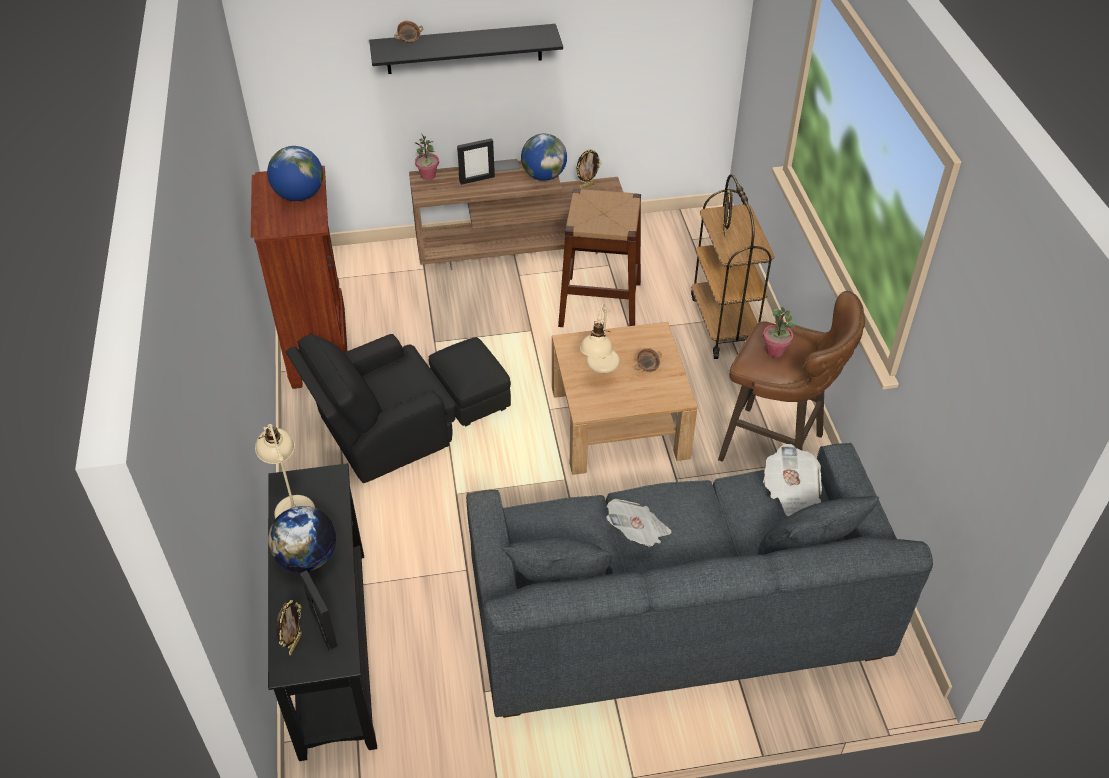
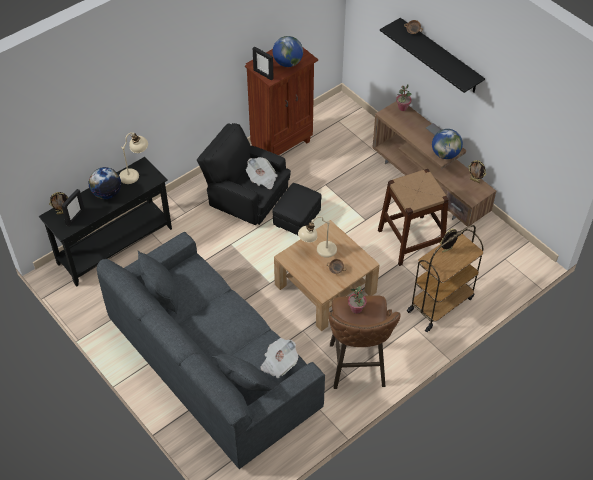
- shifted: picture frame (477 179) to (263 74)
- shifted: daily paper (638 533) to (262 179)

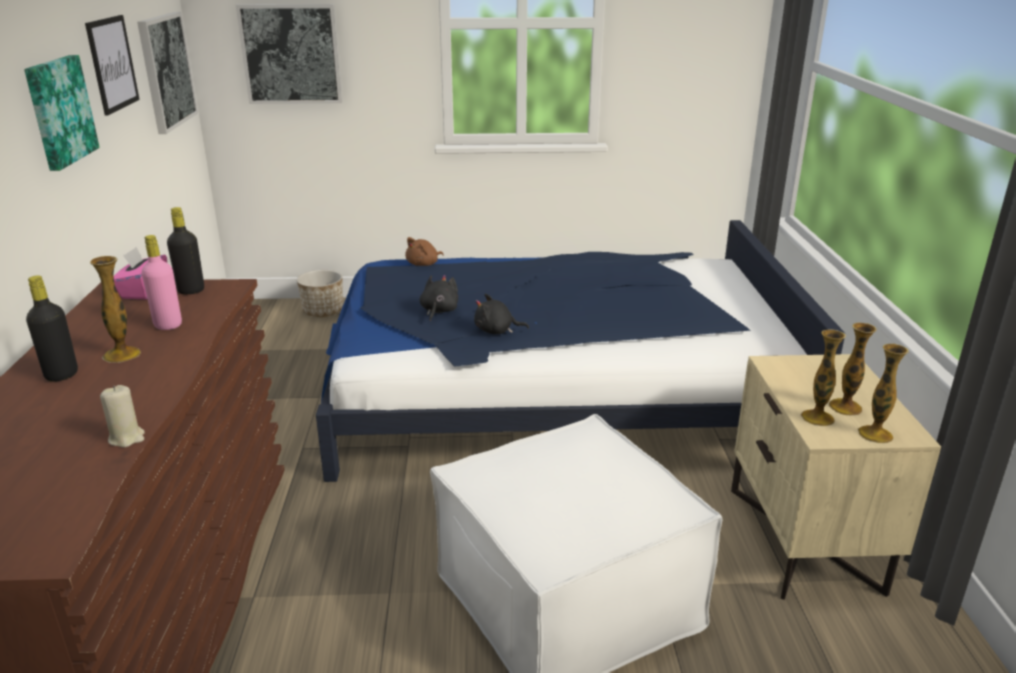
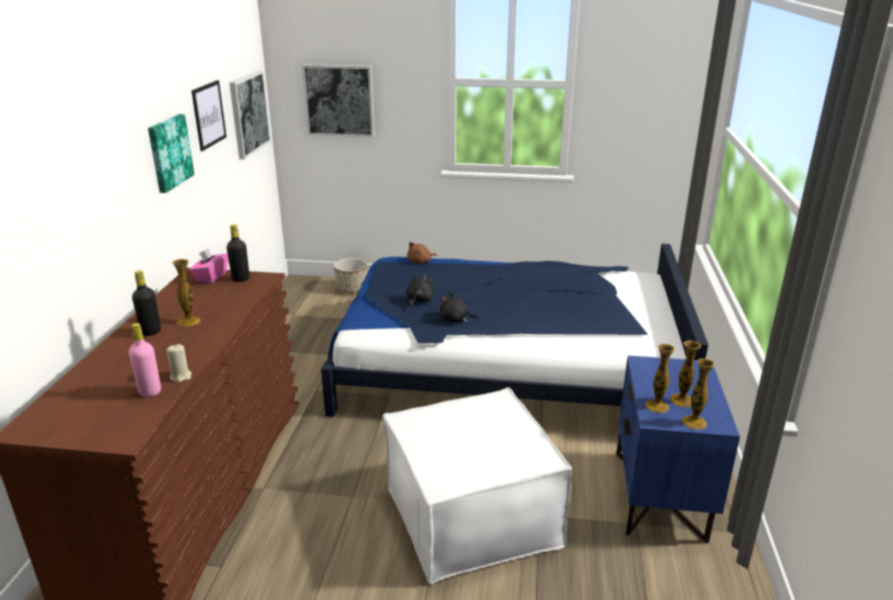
- shifted: pink-coloured drink bottle (168 325) to (150 392)
- repainted: sand-coloured night table (806 539) to bluish night table (660 495)

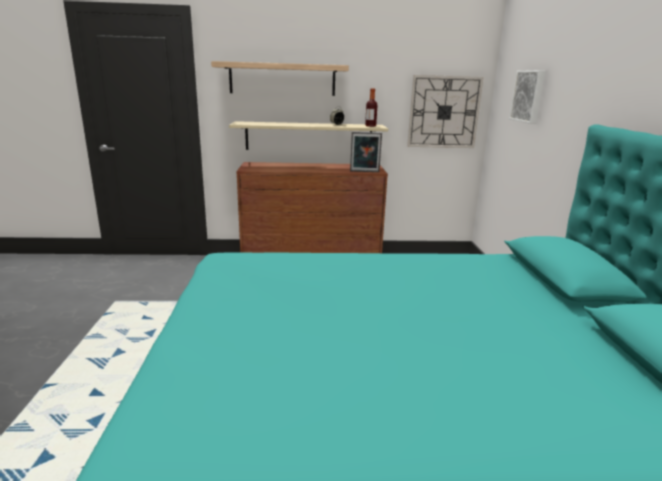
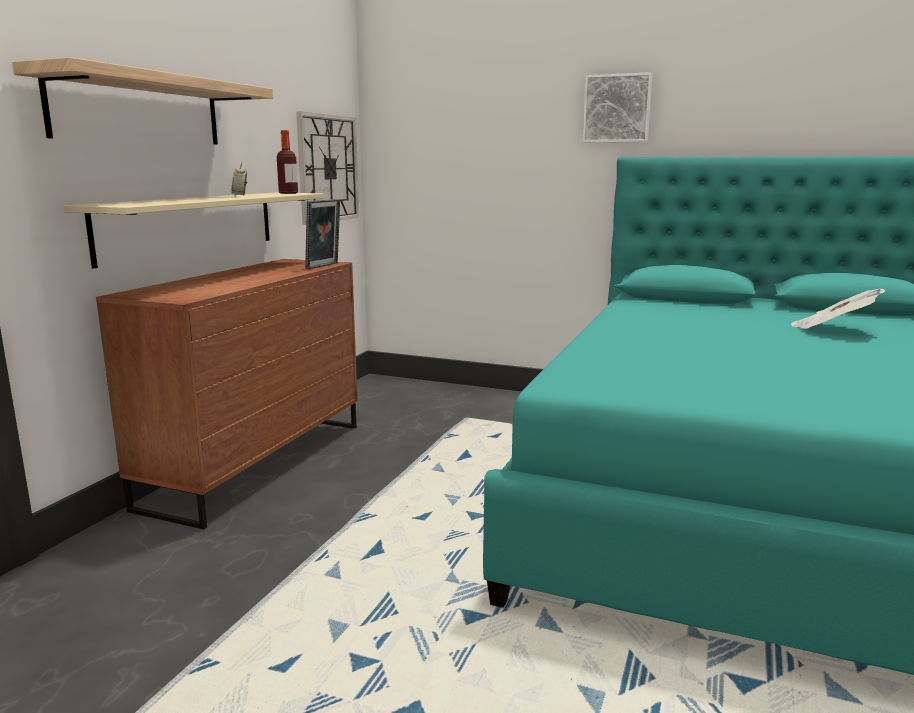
- shifted: wall art (528 96) to (617 108)
- new: daily paper (832 330)

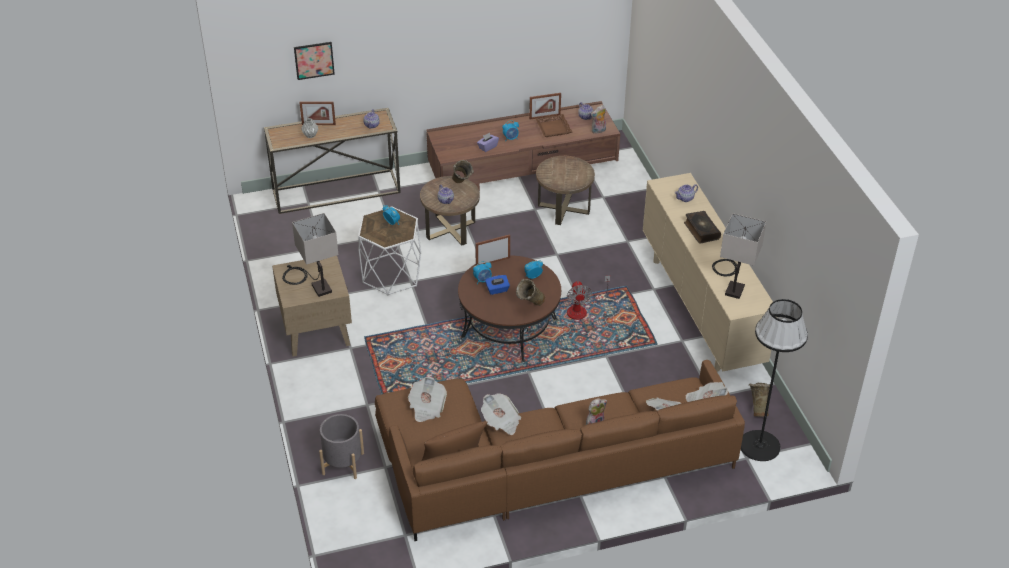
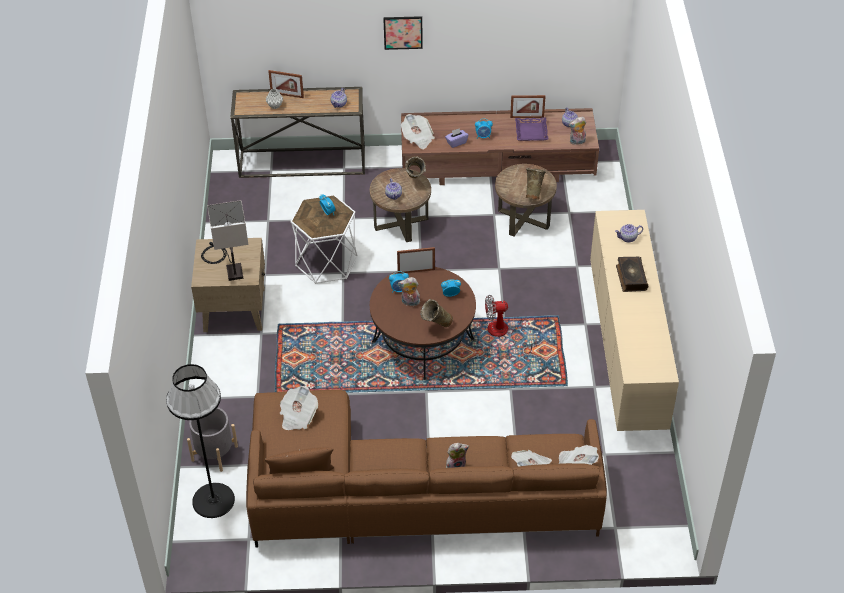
- shifted: wall art (314 60) to (403 32)
- shifted: daily paper (501 421) to (417 138)
- swapped: bluish box of tissues (497 290) to plush toy (410 303)
- repainted: brown-coloured tray (553 128) to purple-coloured tray (531 132)
- rotated: electric fan (582 309) = (503 333) 75 degrees clockwise
- gone: lamp for a table (731 280)
- shifted: black-coloured floor lamp (759 446) to (213 500)
- shifted: sand-coloured vase (758 410) to (533 194)

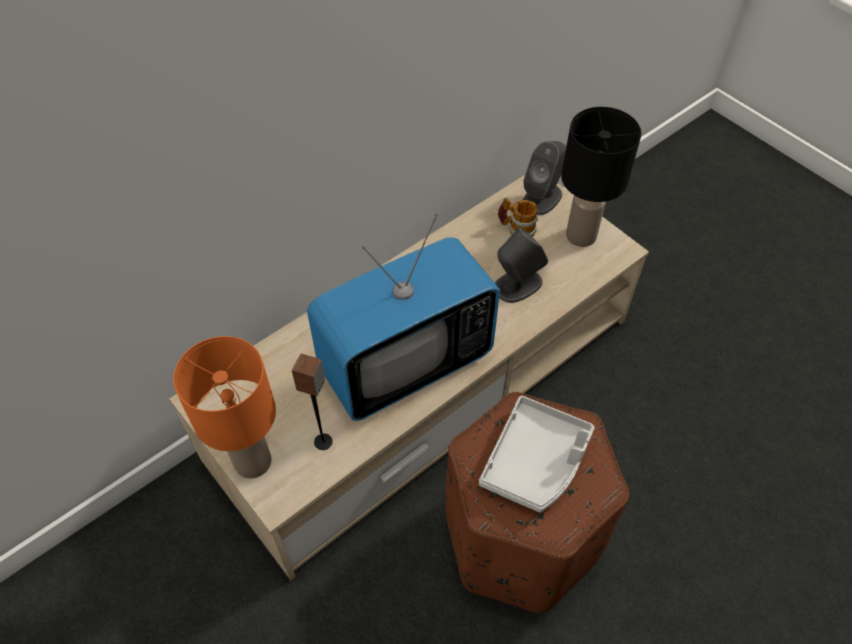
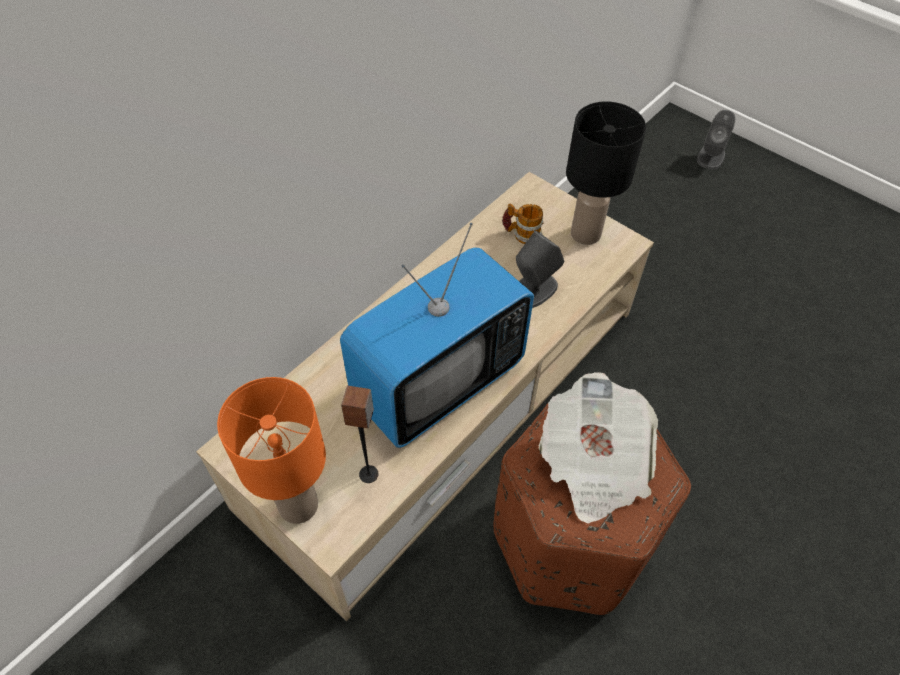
- swapped: greyish tray (536 461) to daily paper (593 464)
- shifted: greyish audio speaker (542 198) to (711 157)

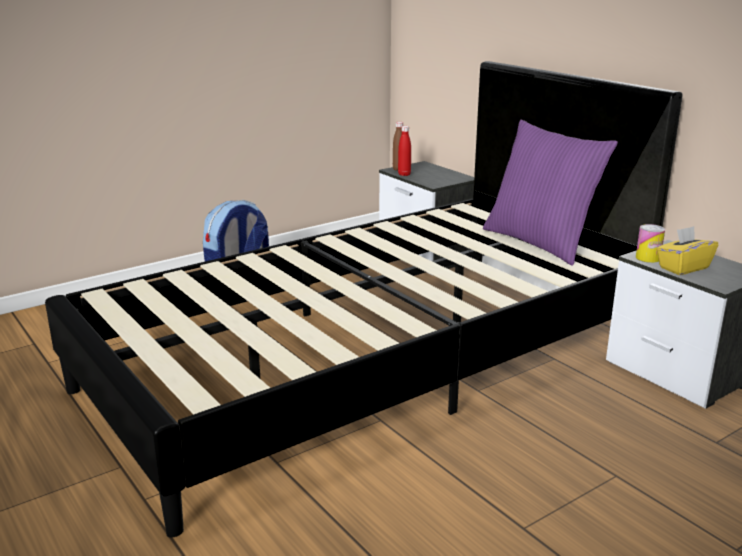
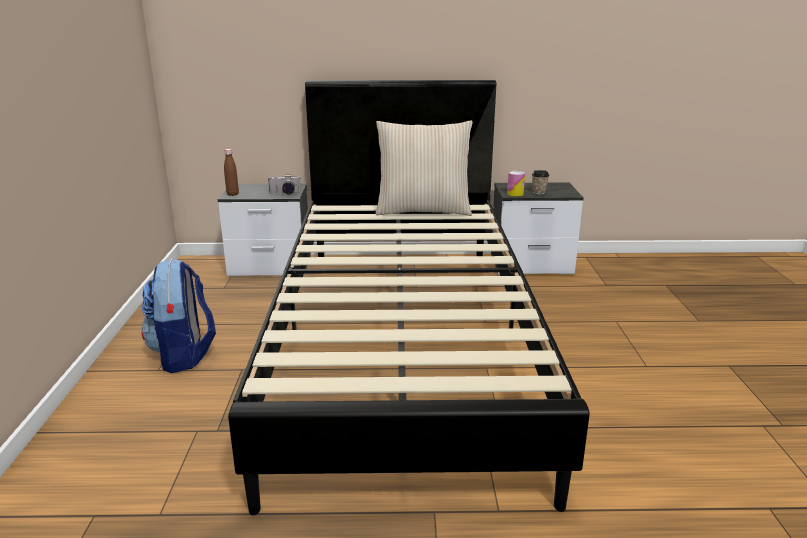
- gone: red drink bottle (404 174)
- repainted: purple-coloured throw pillow (540 243) to sand-coloured throw pillow (423 211)
- swapped: yellow box of tissues (683 267) to cup (539 192)
- new: still camera (285 193)

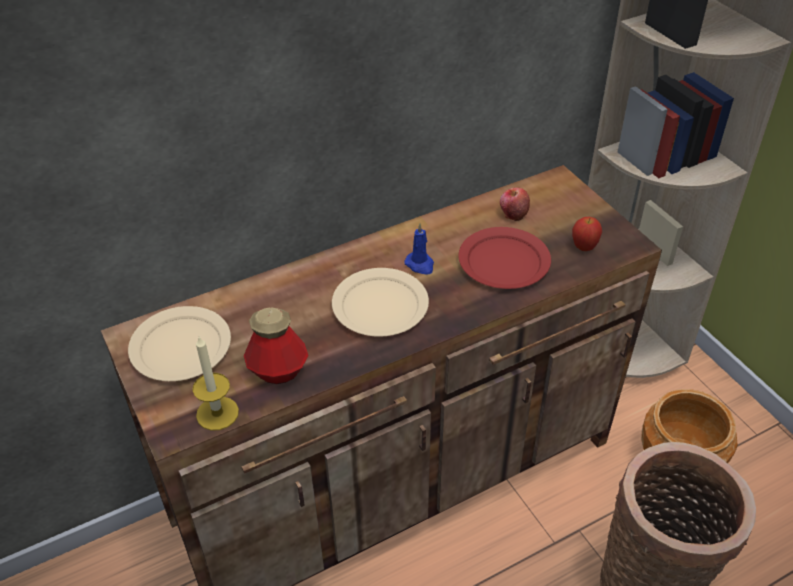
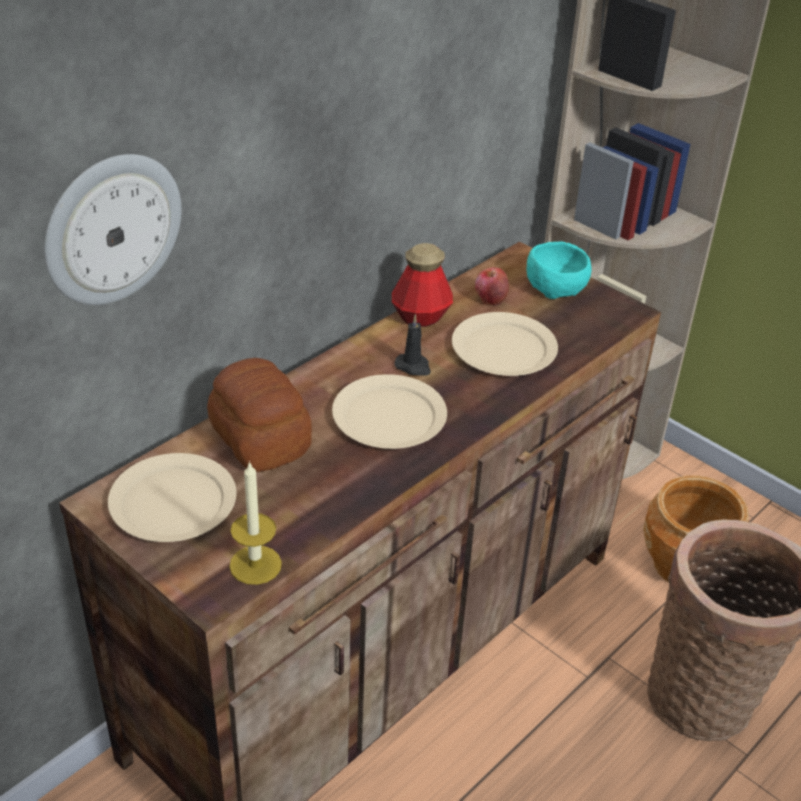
- shifted: drink bottle (278 371) to (421 317)
- repainted: bluish wax light (420 265) to black-coloured wax light (413 366)
- repainted: red dinner plate (503 261) to sand-coloured dinner plate (503 348)
- gone: whole apple (584 247)
- new: clock on the wall (111 229)
- new: baked bread (261 437)
- new: turquoise serving bowl (556 285)

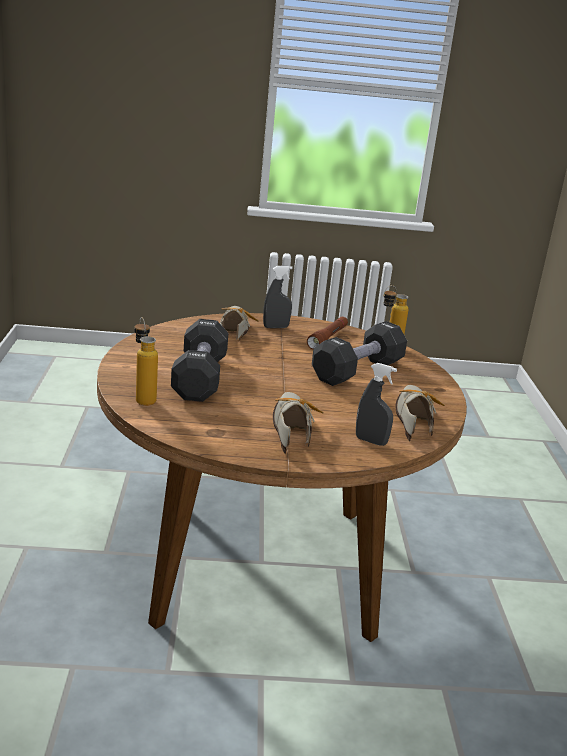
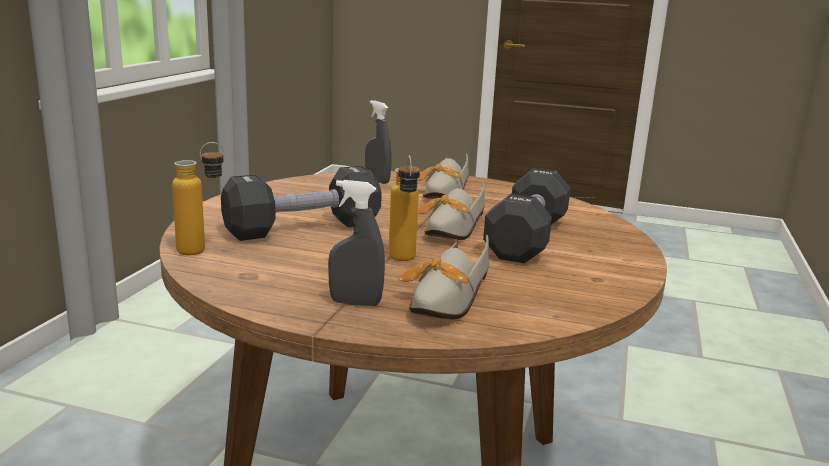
- shifted: drink bottle (143 398) to (403 261)
- gone: brown-coloured hand torch (328 338)
- shifted: item of footwear (414 418) to (452 229)

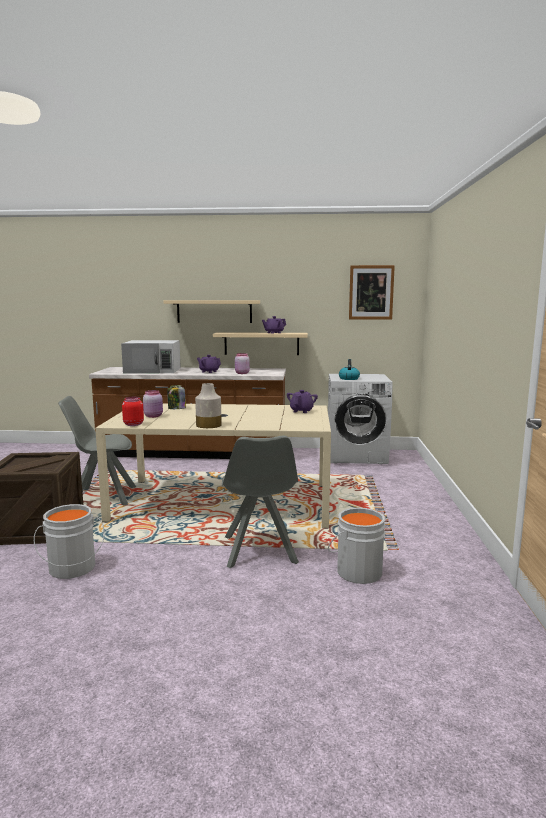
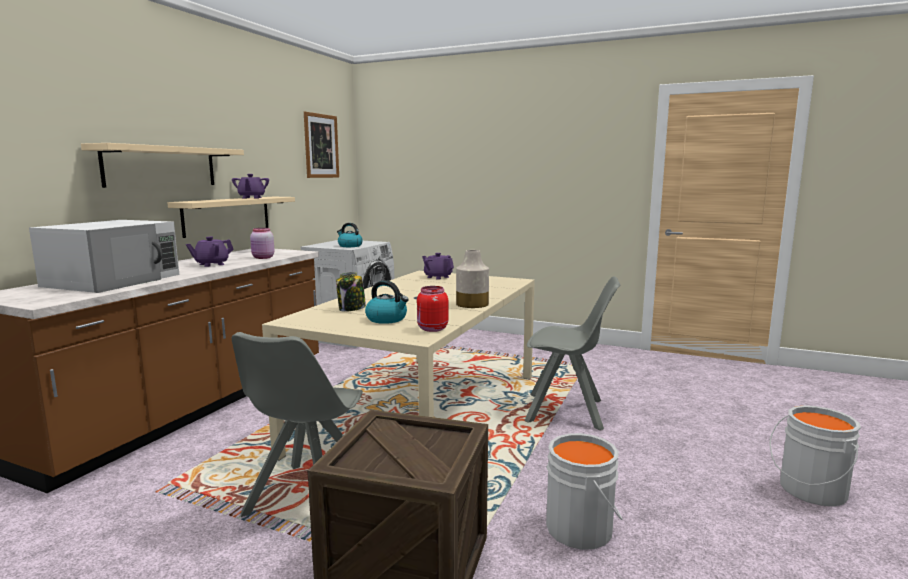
- swapped: pink-coloured jar (154 416) to tea kettle (387 319)
- shifted: greyish water bucket (357 571) to (809 490)

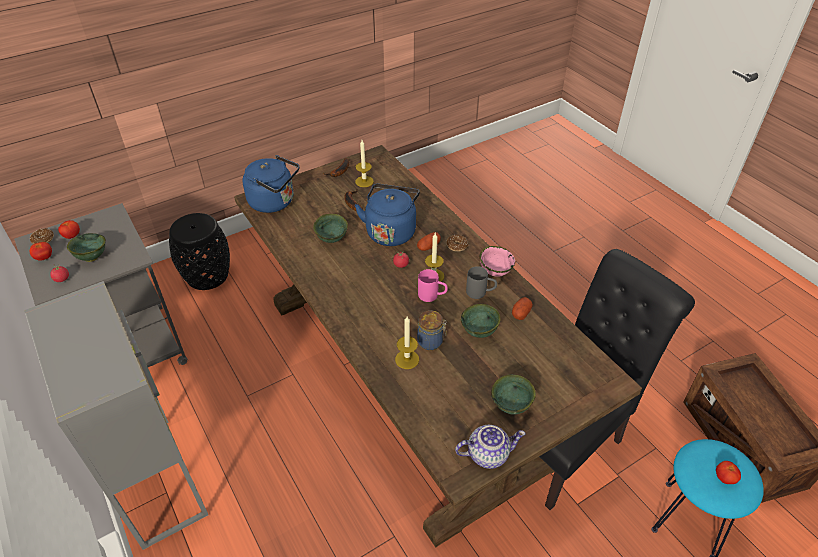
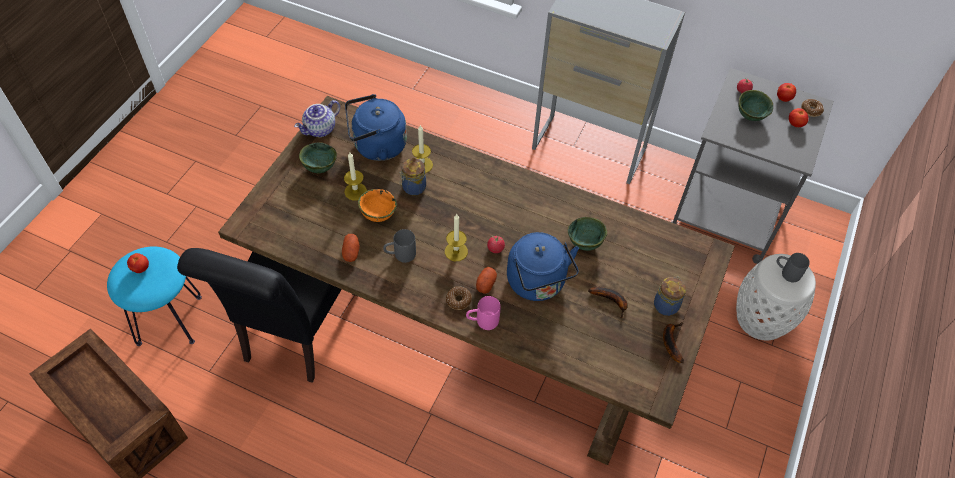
- repainted: black-coloured stool seat (207 276) to white stool seat (761 319)
- shifted: bluish tea kettle (274 202) to (376 146)
- shifted: wax light (364 181) to (355 191)
- shifted: pink-coloured coffee mug (432 296) to (482 321)
- repainted: green-coloured serving bowl (479 332) to orangey serving bowl (377 215)
- gone: pink-coloured serving bowl (495 272)
- new: jar (666 304)
- new: greyish coffee mug (786 272)

